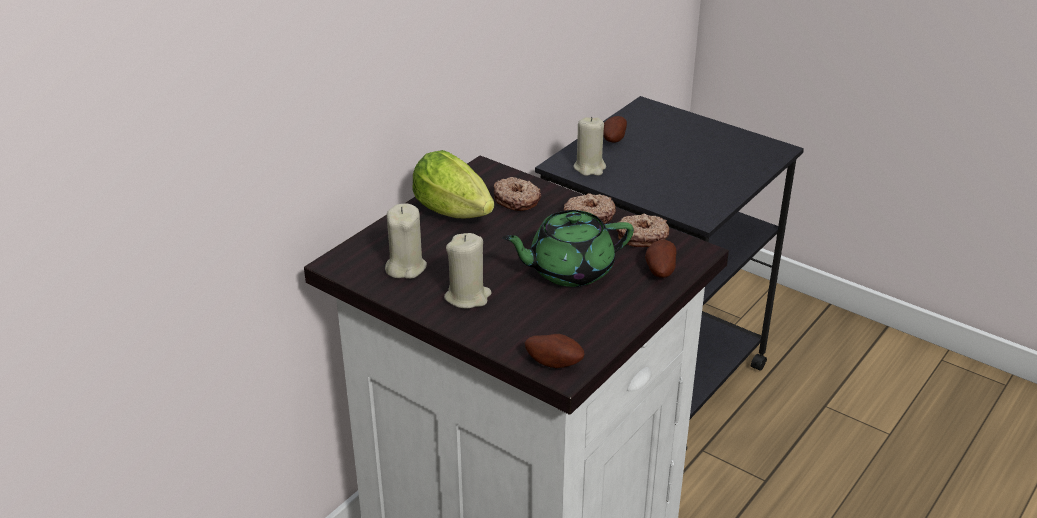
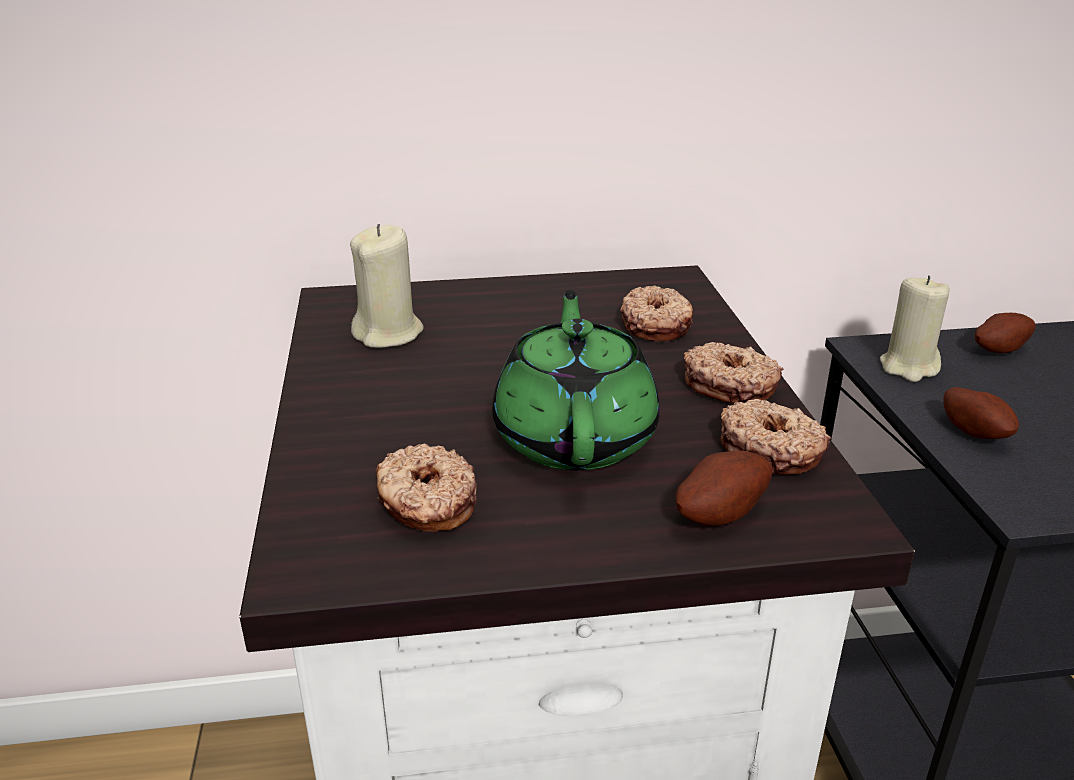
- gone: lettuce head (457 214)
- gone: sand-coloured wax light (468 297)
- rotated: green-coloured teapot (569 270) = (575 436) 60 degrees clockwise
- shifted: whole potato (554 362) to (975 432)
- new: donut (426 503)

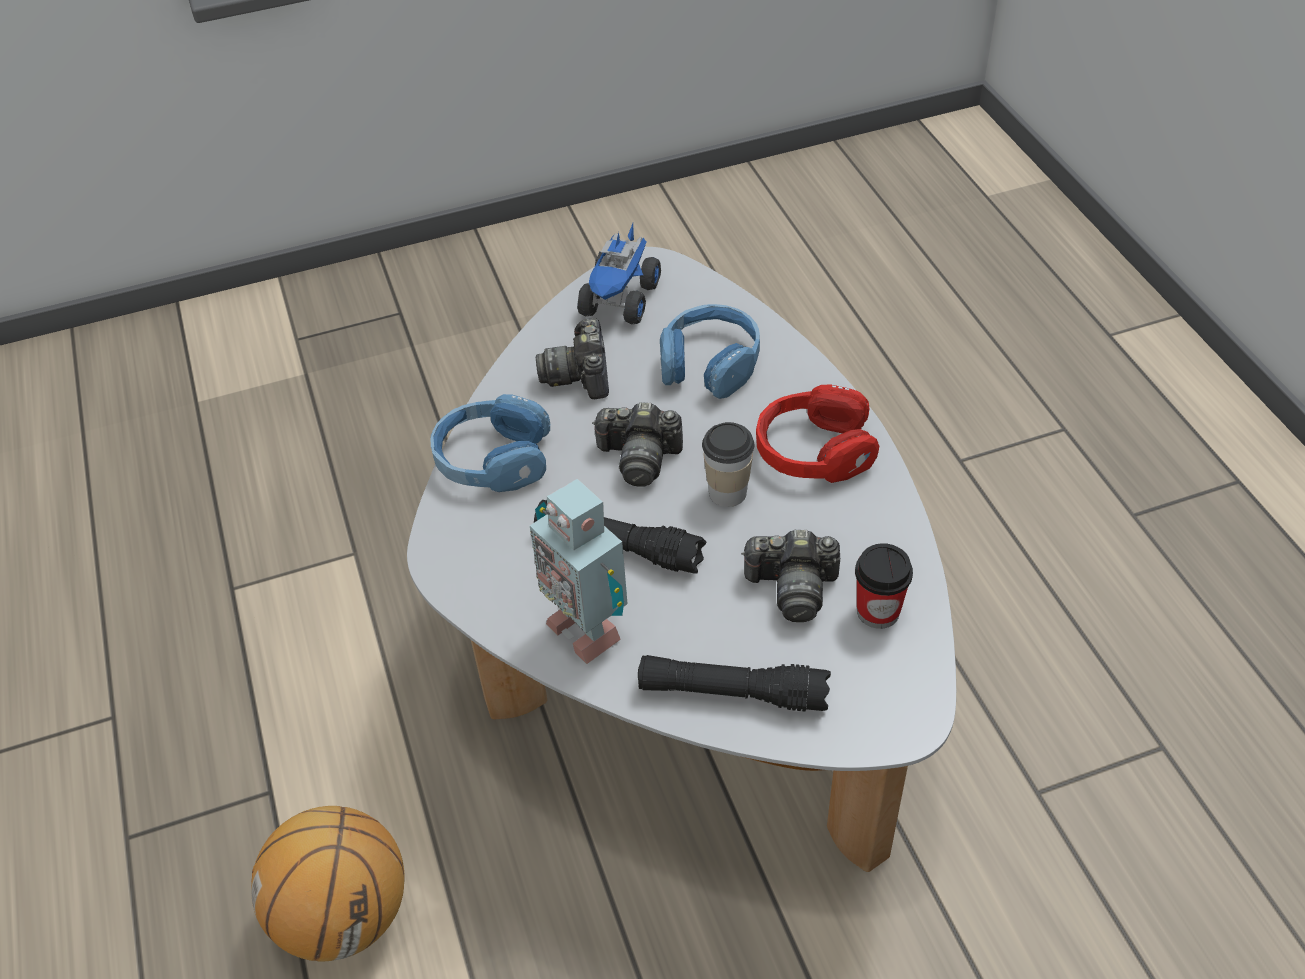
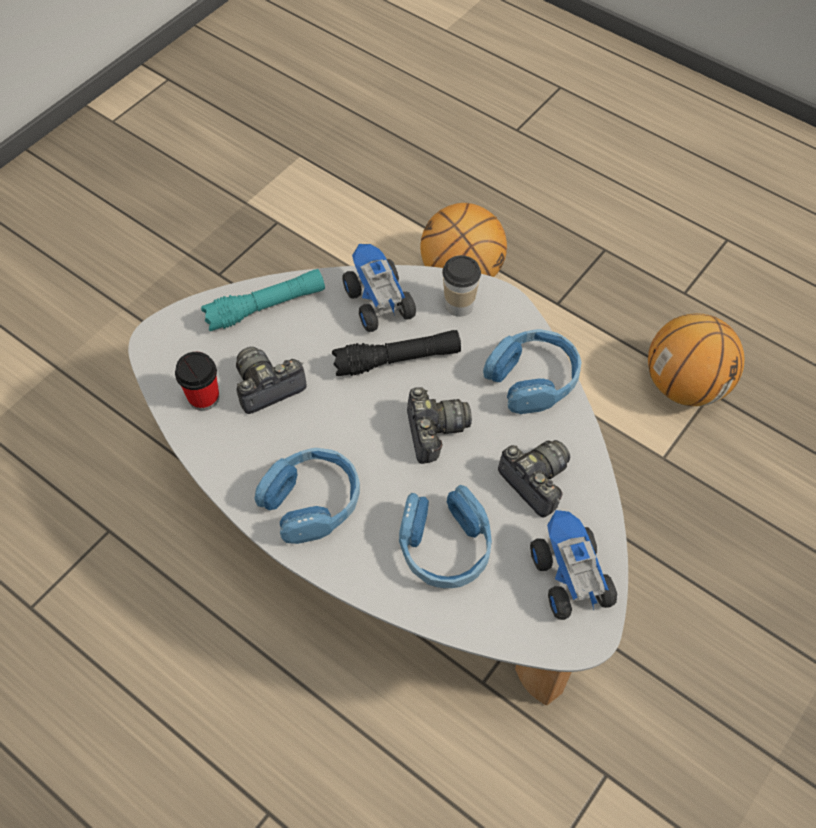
- swapped: model robot (586 627) to model truck (377 303)
- rotated: still camera (639 458) = (434 431) 105 degrees clockwise
- repainted: black-coloured hand torch (732 693) to turquoise hand torch (266 307)
- shifted: cup (727 492) to (459 305)
- repainted: red headset (813 451) to bluish headset (312 502)
- new: basketball (685 385)

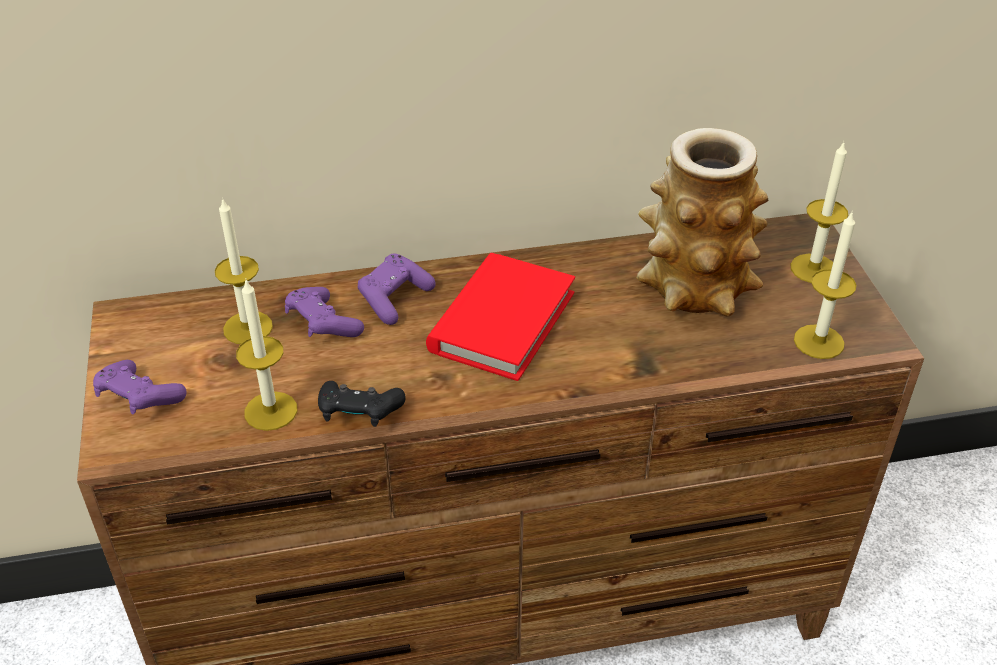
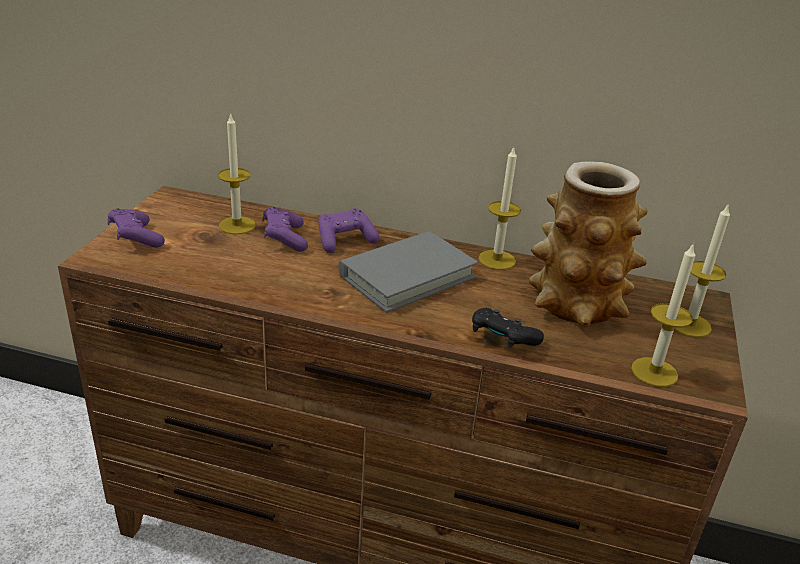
- shifted: wax light (271 411) to (497 260)
- shifted: black-coloured joypad (359 414) to (502 340)
- repainted: red volume (502 321) to greyish volume (407 276)

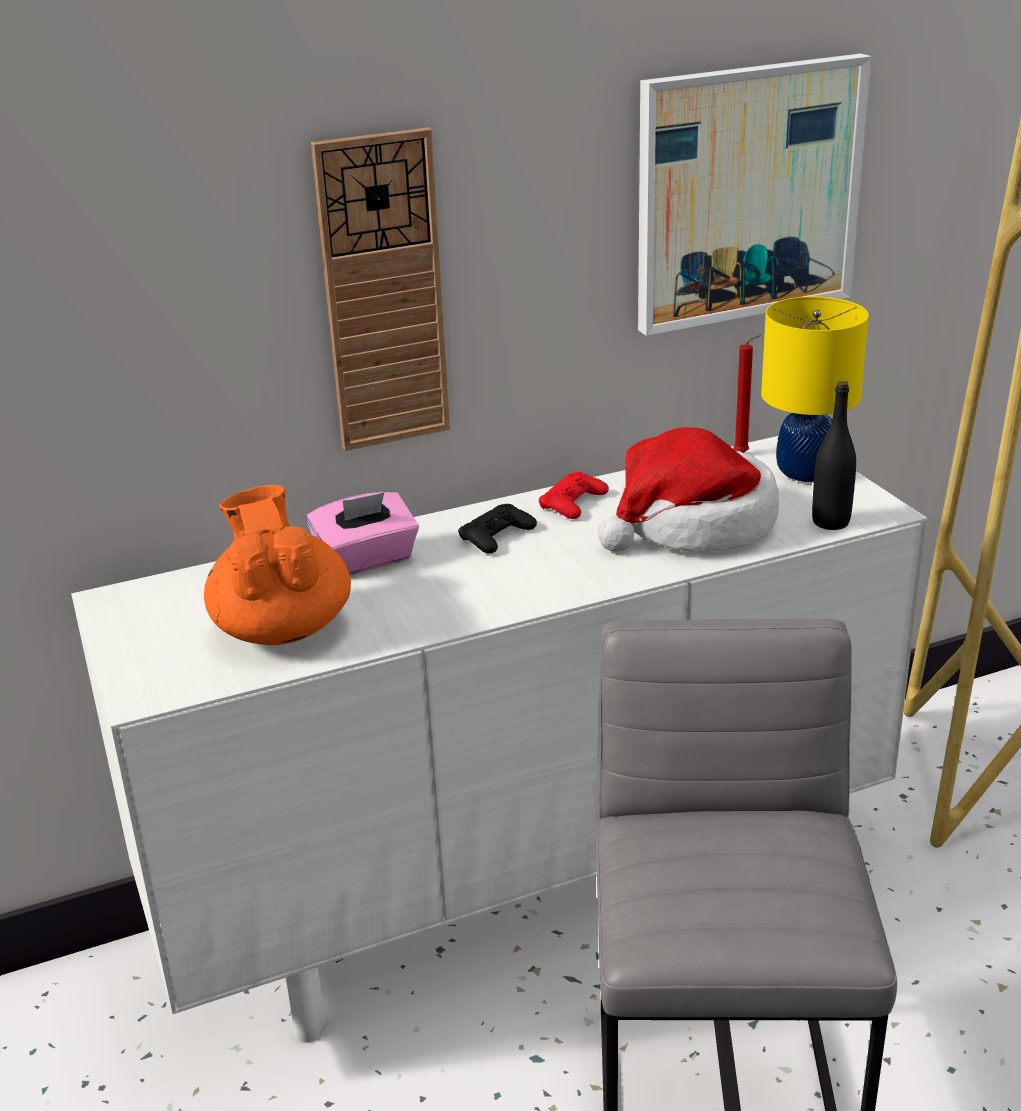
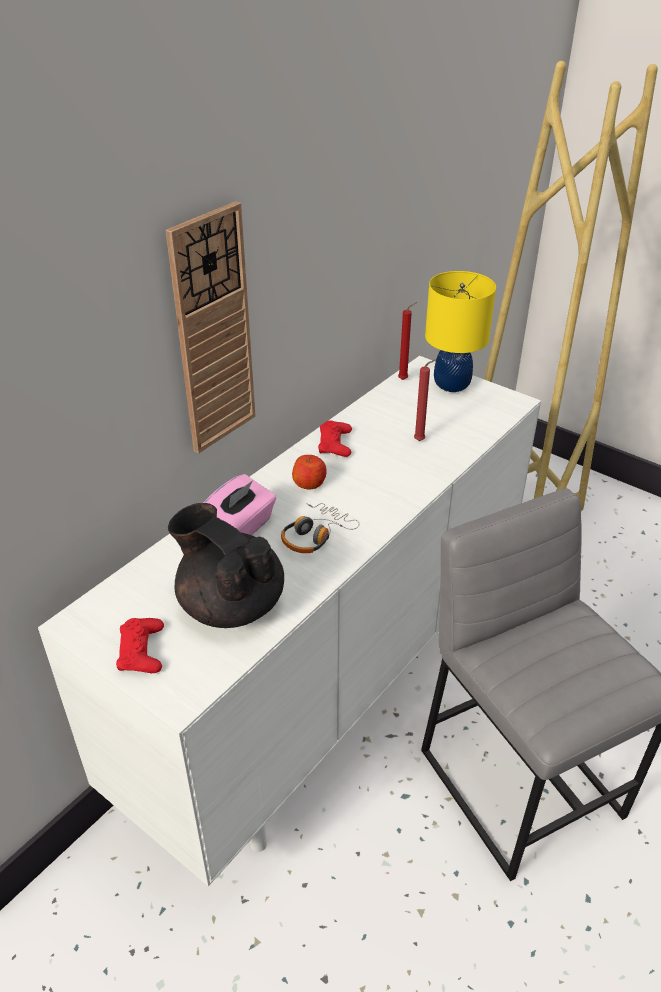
- repainted: orangey teapot (282 628) to black-coloured teapot (230 604)
- swapped: black-coloured joypad (497 536) to whole apple (309 483)
- swapped: clothing hat (692 525) to red wax light (421 440)
- gone: wall art (747 193)
- gone: black-coloured drink bottle (830 522)
- new: red joypad (141 650)
- new: headset (315 535)

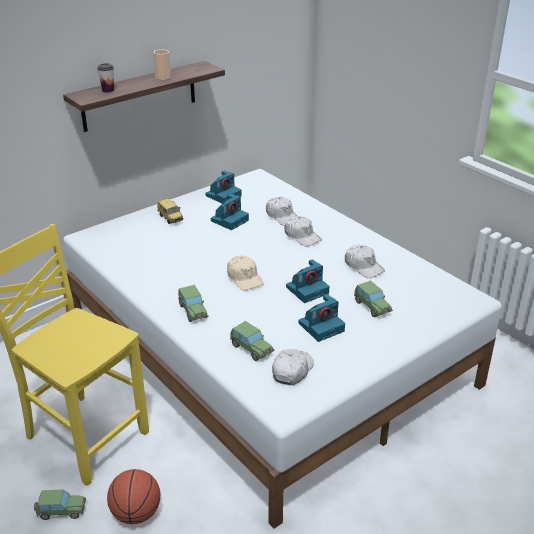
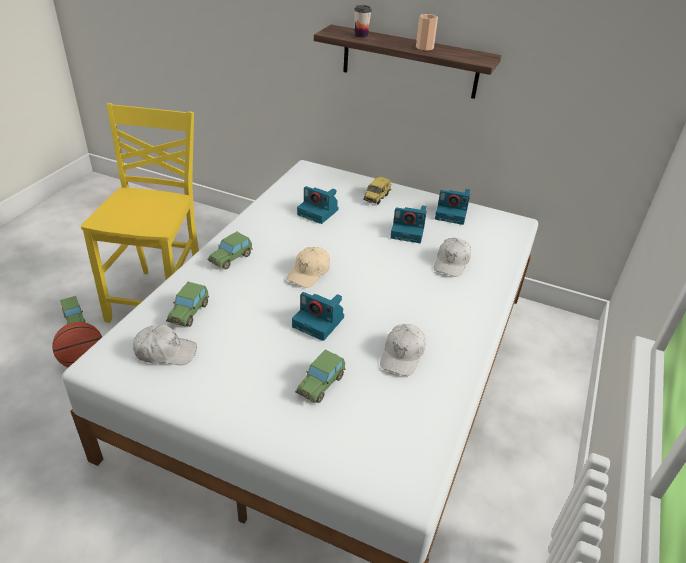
- gone: white peaked cap (302 236)
- shifted: still camera (321 326) to (319 212)

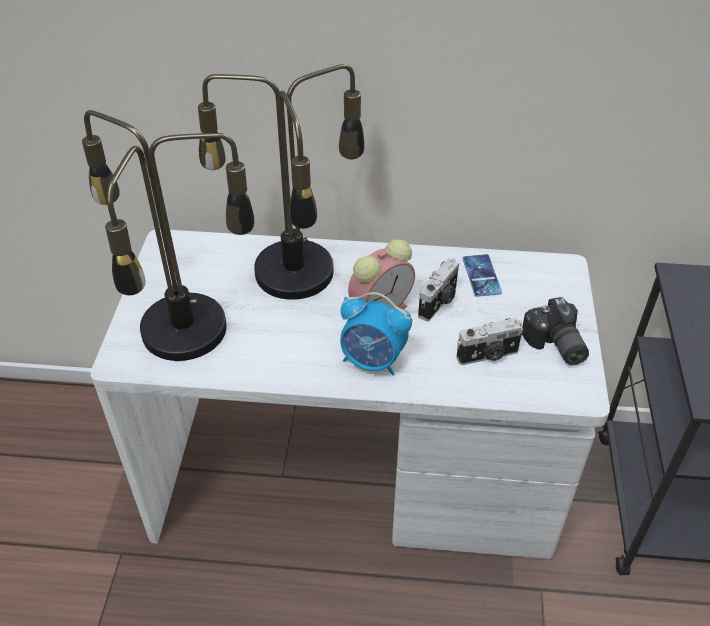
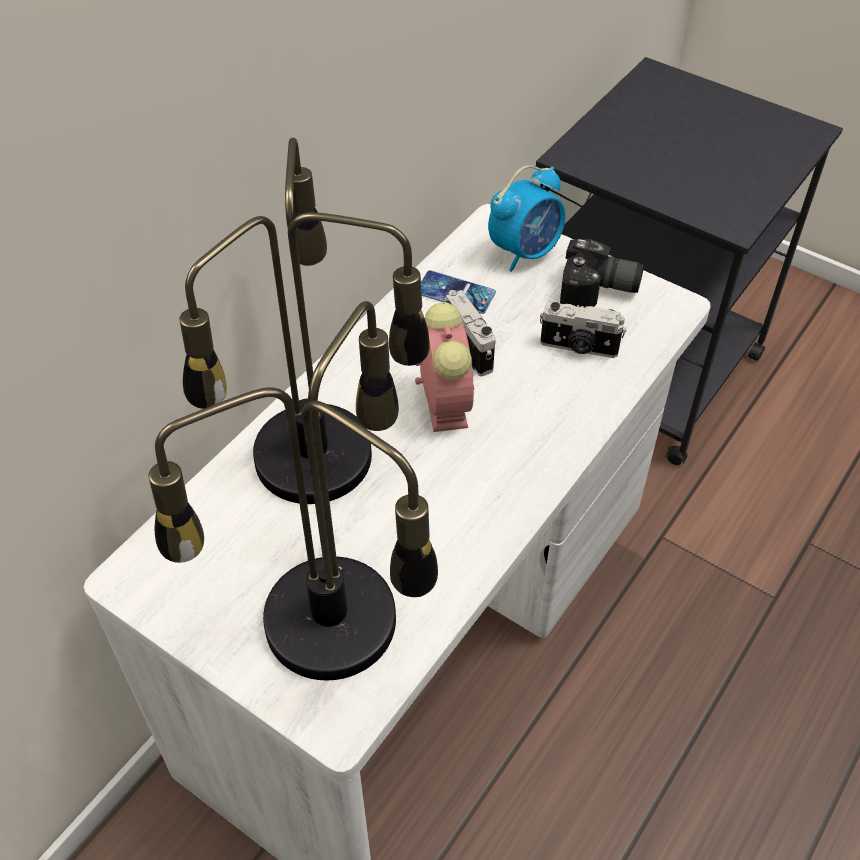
- shifted: bedside clock (373 361) to (525 252)
- rotated: still camera (488 356) = (579 347) 90 degrees clockwise

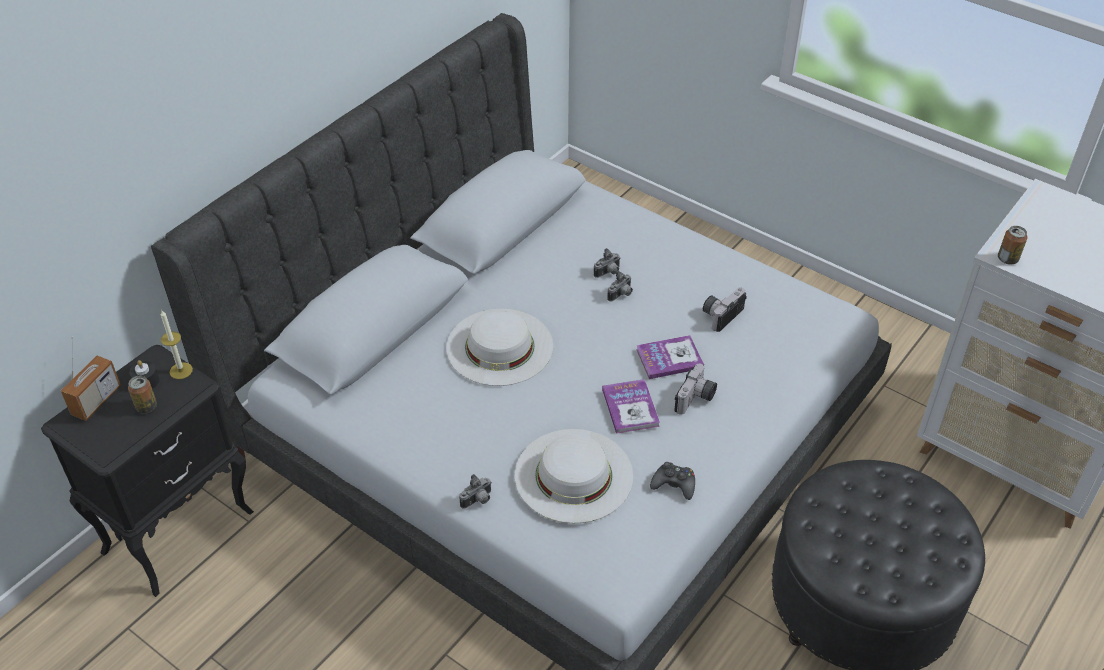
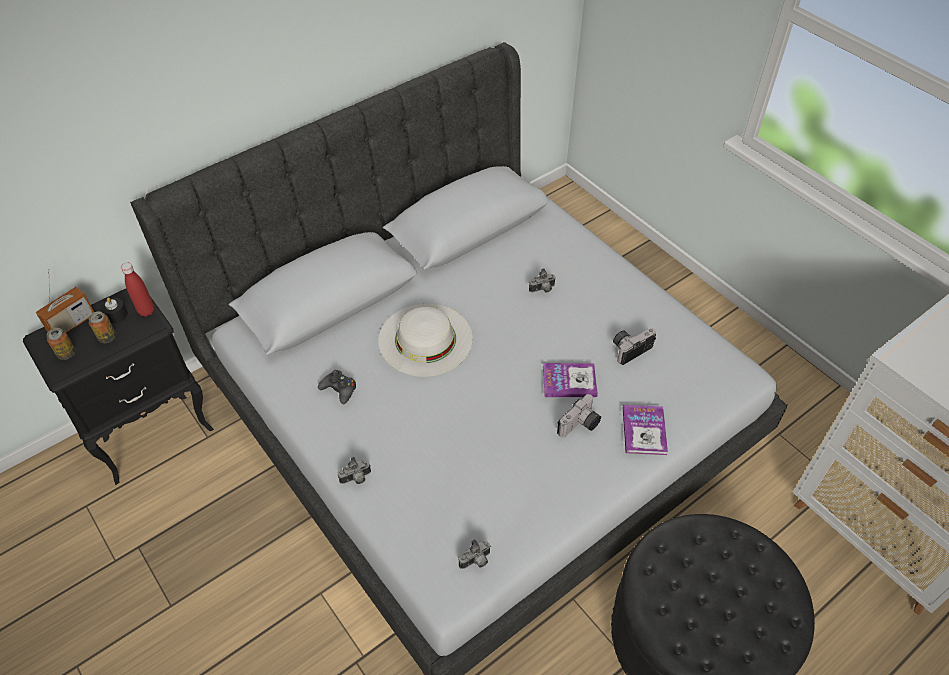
- swapped: wax light (181 371) to red drink bottle (146 311)
- gone: white clothing hat (573 475)
- shifted: volume (630 407) to (644 431)
- shifted: still camera (621 295) to (476 561)
- shifted: black-coloured joypad (674 484) to (339 389)
- shifted: metal can (1007 259) to (67 354)

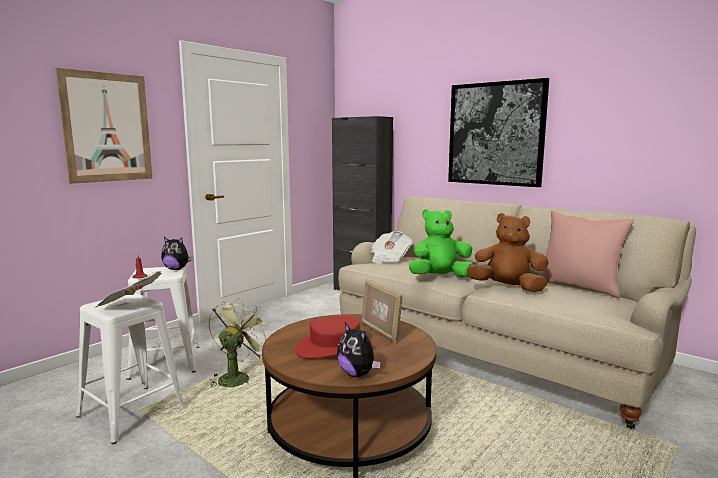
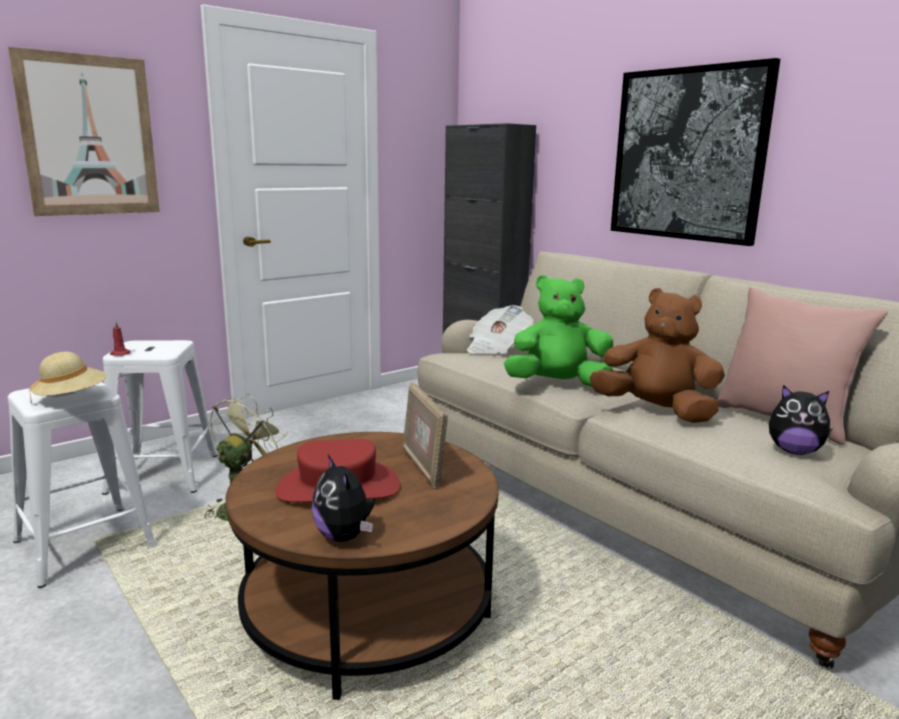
- swapped: daily paper (130 306) to sand-coloured clothing hat (71 398)
- shifted: plush toy (177 269) to (794 451)

